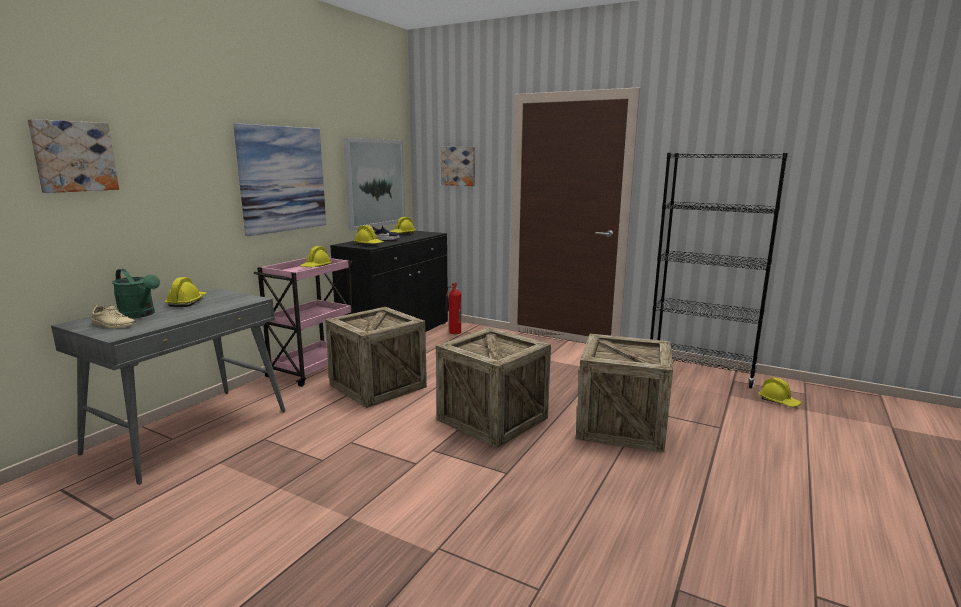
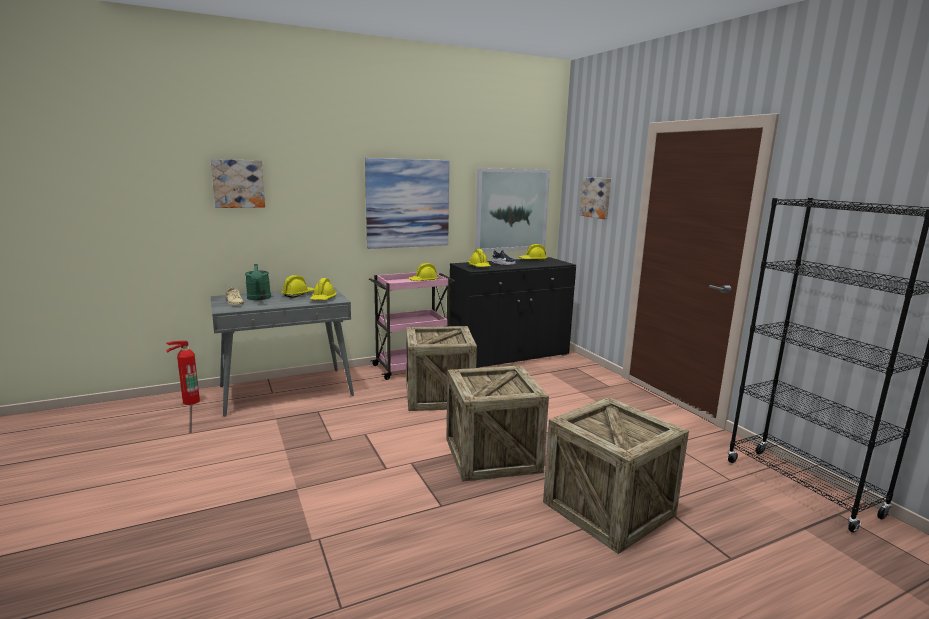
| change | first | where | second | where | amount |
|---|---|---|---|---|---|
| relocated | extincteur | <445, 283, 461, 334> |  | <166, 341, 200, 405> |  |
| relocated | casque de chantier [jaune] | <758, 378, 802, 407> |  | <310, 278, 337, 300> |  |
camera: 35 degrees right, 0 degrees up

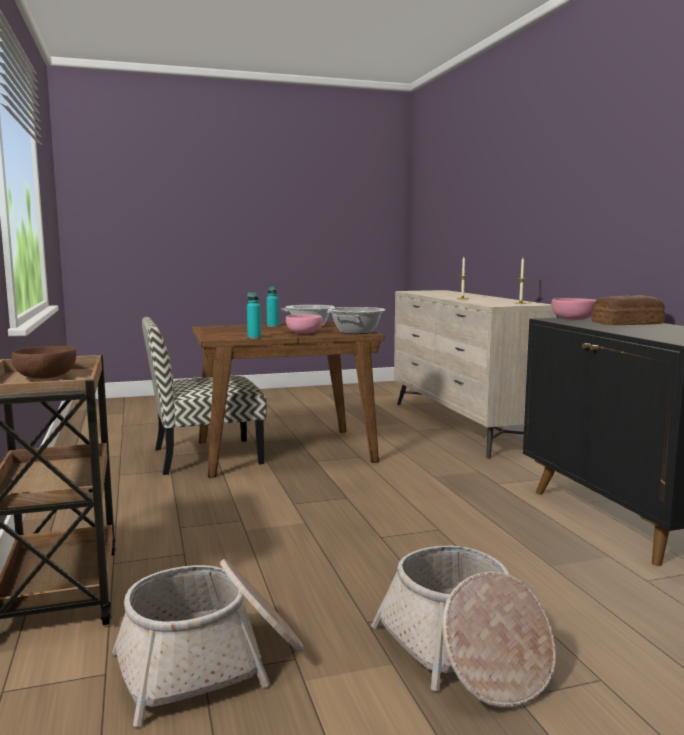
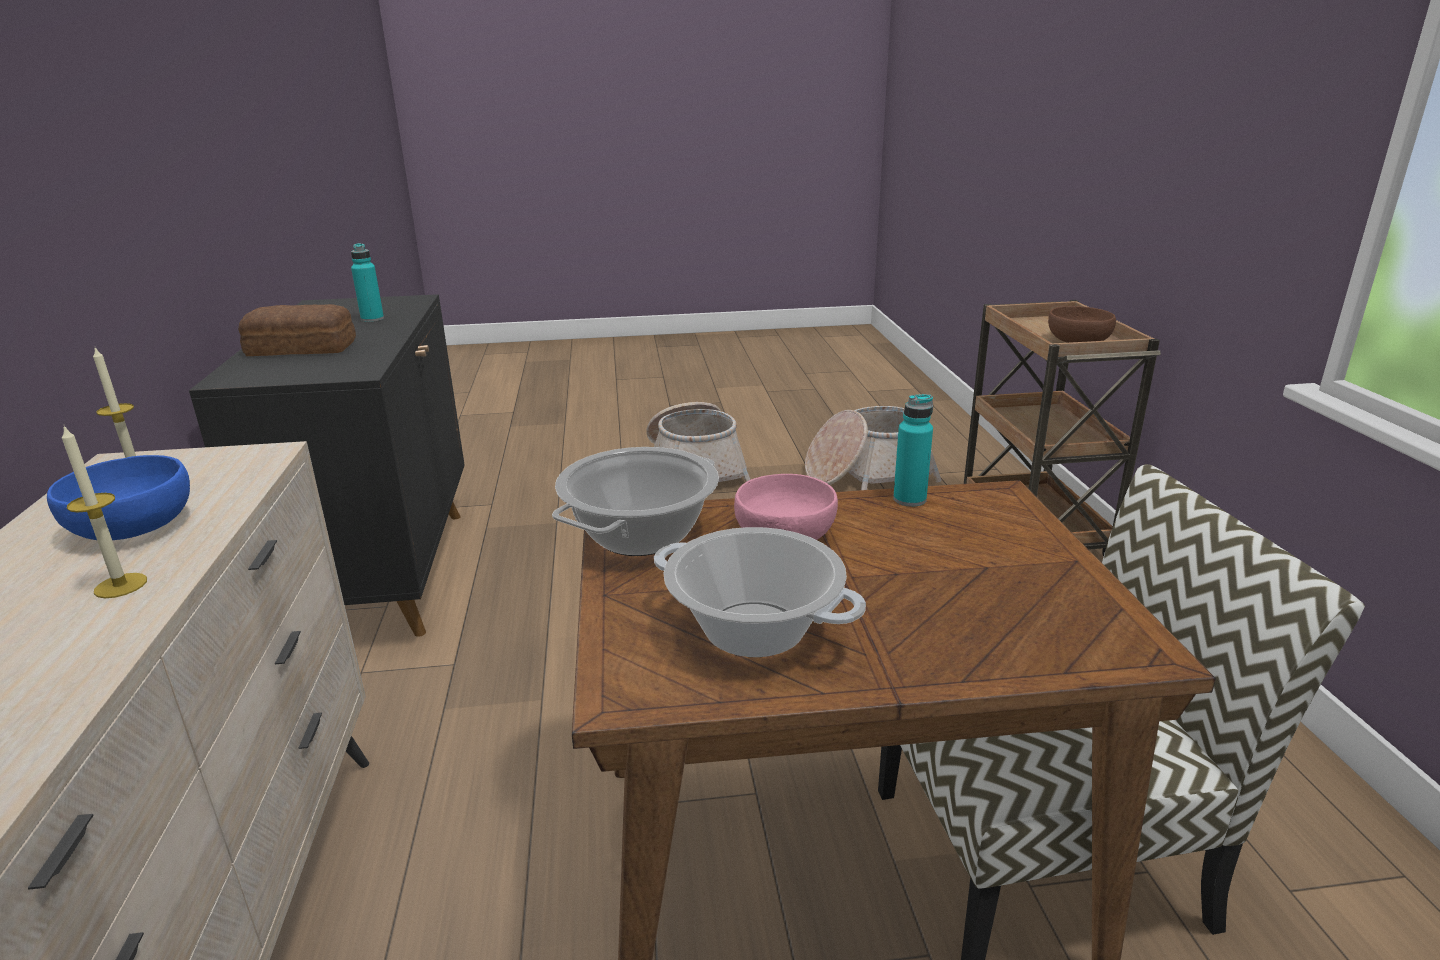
| change | first | where | second | where | amount |
|---|---|---|---|---|---|
| relocated | bouteille [turquoise] | <266, 287, 279, 327> |  | <351, 243, 384, 322> |  |
| missing | bol [rose] | <552, 298, 596, 320> |  |  |  |
| appeared |  |  | bol [bleu] | <47, 455, 190, 540> |  |
camera: 170 degrees left, 15 degrees up

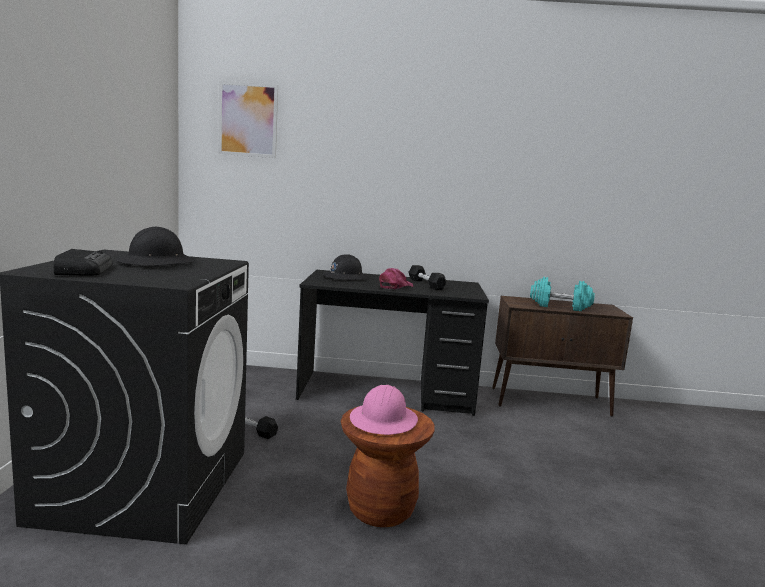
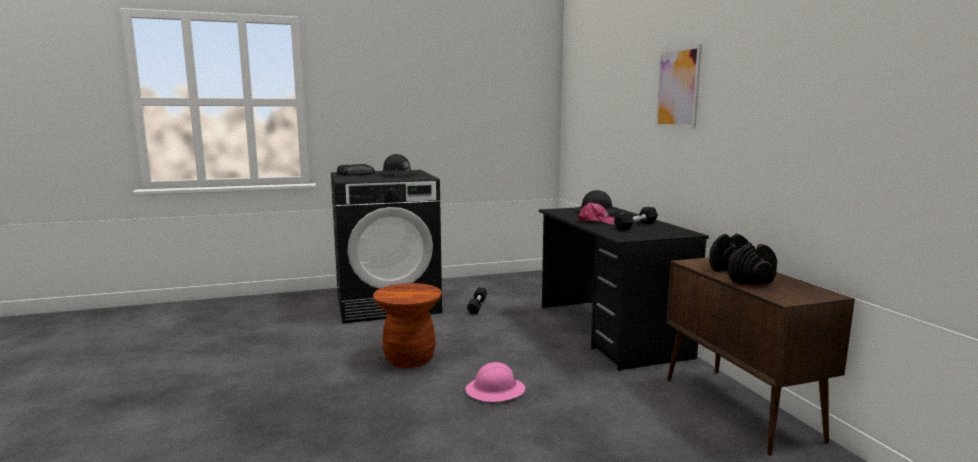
| change | first | where | second | where | amount |
|---|---|---|---|---|---|
| relocated | tableau | <218, 81, 278, 158> |  | <655, 44, 702, 129> |  |
| relocated | casque de chantier [rose] | <350, 385, 418, 435> |  | <465, 362, 525, 402> |  |
| colour | haltère [turquoise] | <530, 277, 595, 311> | haltère [noir] | <709, 234, 777, 284> |  |
camera: 70 degrees right, 0 degrees up

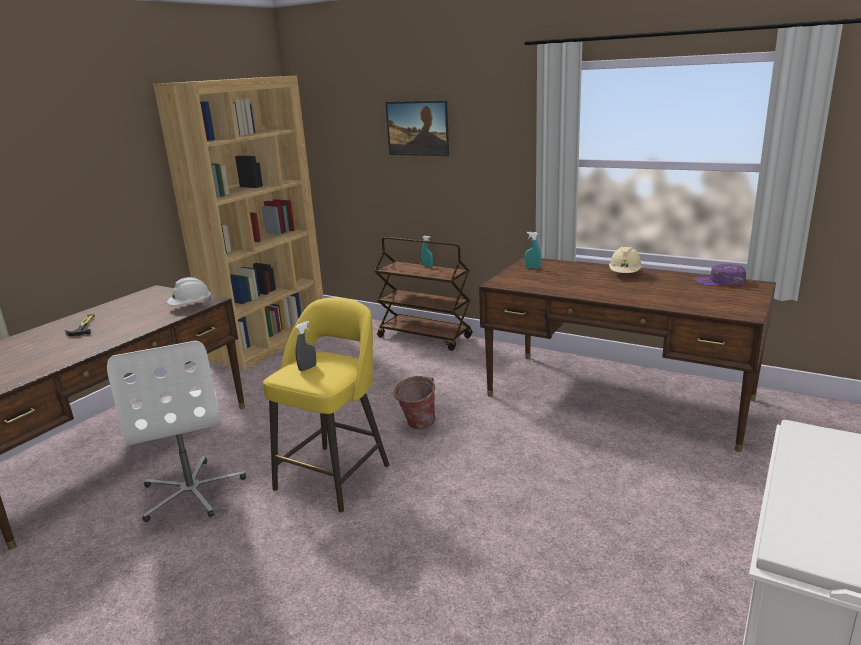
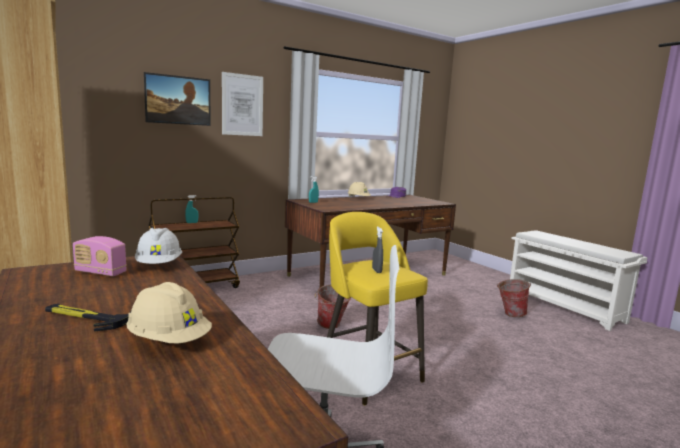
| change | first | where | second | where | amount |
|---|---|---|---|---|---|
| appeared |  |  | radio | <73, 236, 127, 276> |  |
| appeared |  |  | casque de chantier [beige] | <126, 282, 212, 343> |  |
| appeared |  |  | tableau | <222, 72, 263, 136> |  |
| appeared |  |  | seau | <497, 279, 531, 317> |  |
camera: 65 degrees left, 10 degrees down

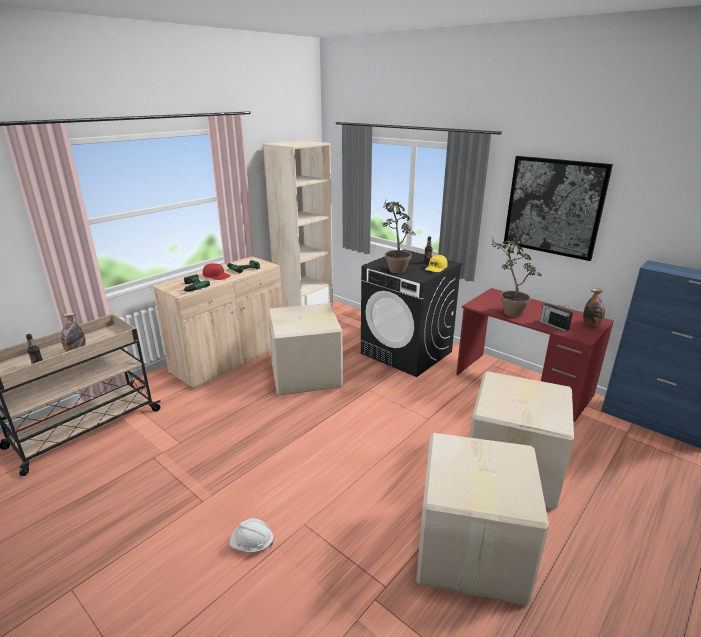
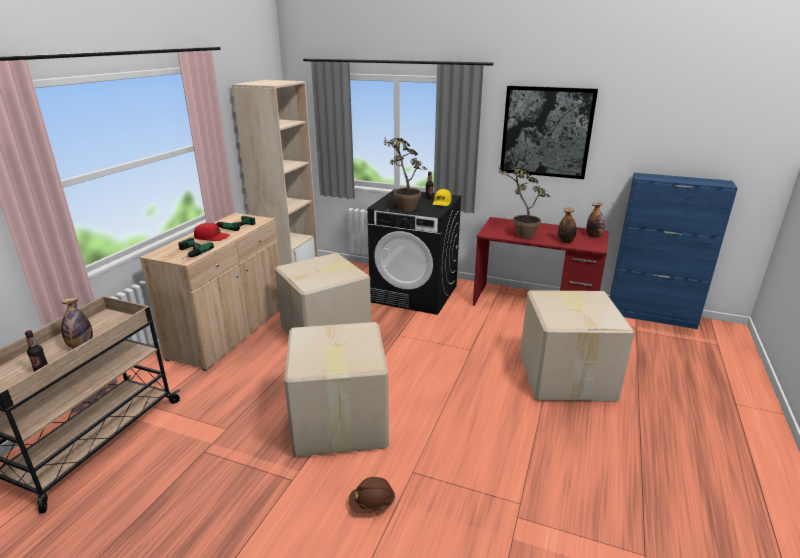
| change | first | where | second | where | amount |
|---|---|---|---|---|---|
| colour | casque de chantier [blanc] | <230, 518, 274, 552> | casque de chantier [marron] | <349, 477, 395, 513> |  |
| relocated | carton | <416, 433, 549, 605> |  | <284, 322, 389, 457> |  |
| exchanged | radio | <540, 303, 573, 332> | bouteille | <558, 208, 577, 243> |  |
camera: 20 degrees left, 0 degrees up

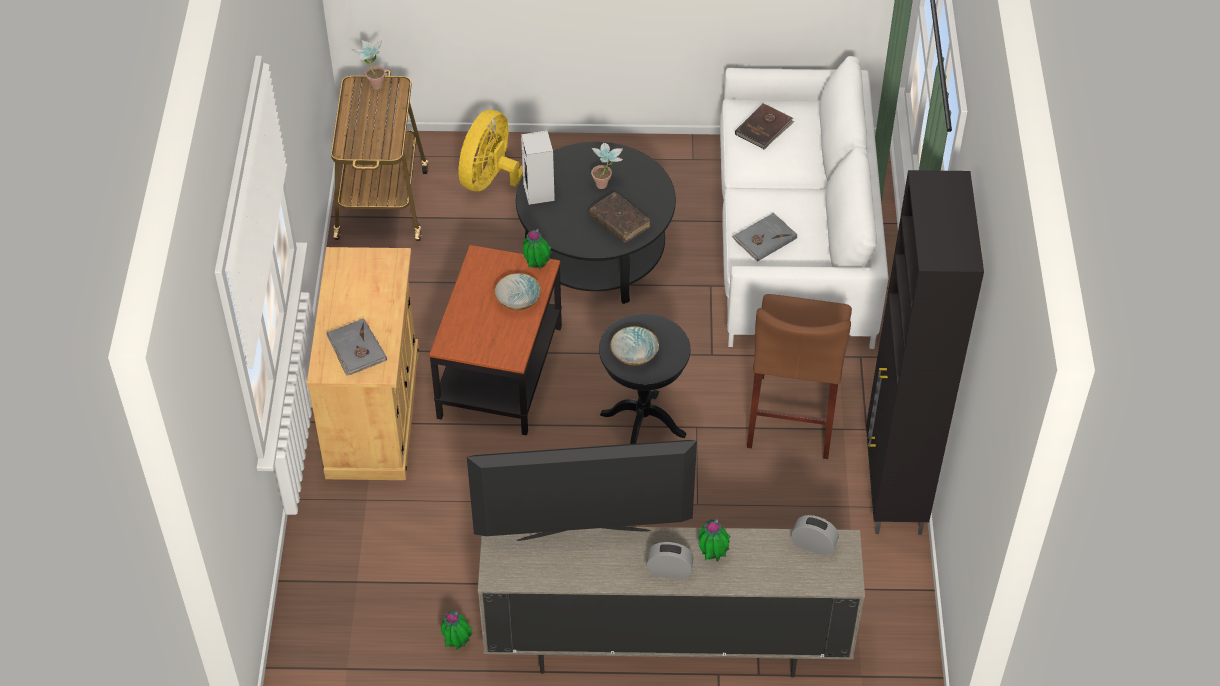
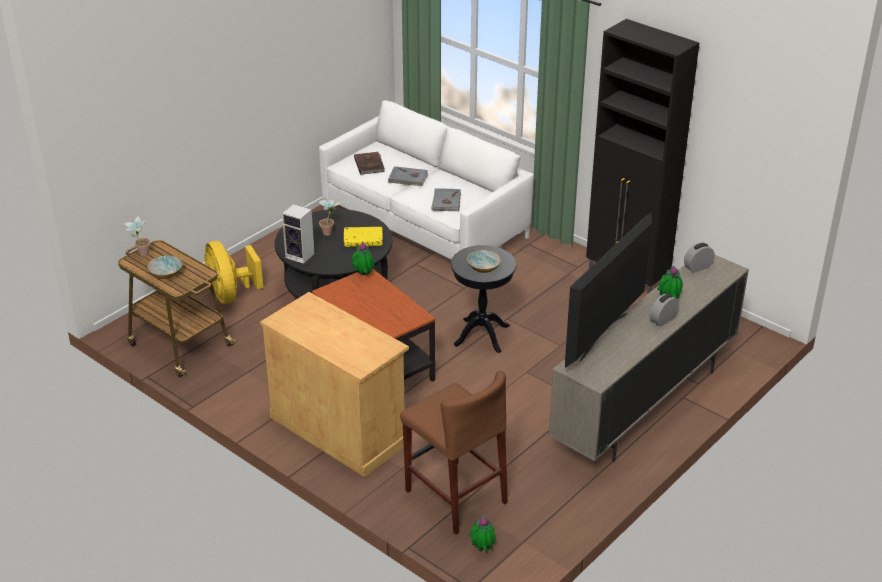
| change | first | where | second | where | amount |
|---|---|---|---|---|---|
| relocated | livre [gris] | <327, 318, 387, 376> |  | <388, 166, 428, 186> |  |
| relocated | plante en pot | <441, 610, 473, 650> |  | <469, 515, 496, 551> |  |
| relocated | bol | <494, 273, 541, 310> |  | <147, 255, 183, 279> |  |
| colour | livre [marron] | <589, 192, 650, 242> | livre [jaune] | <344, 227, 383, 247> |  |
| relocated | tabouret [marron] | <747, 294, 852, 459> |  | <400, 371, 508, 535> |  |
camera: 50 degrees left, 15 degrees down

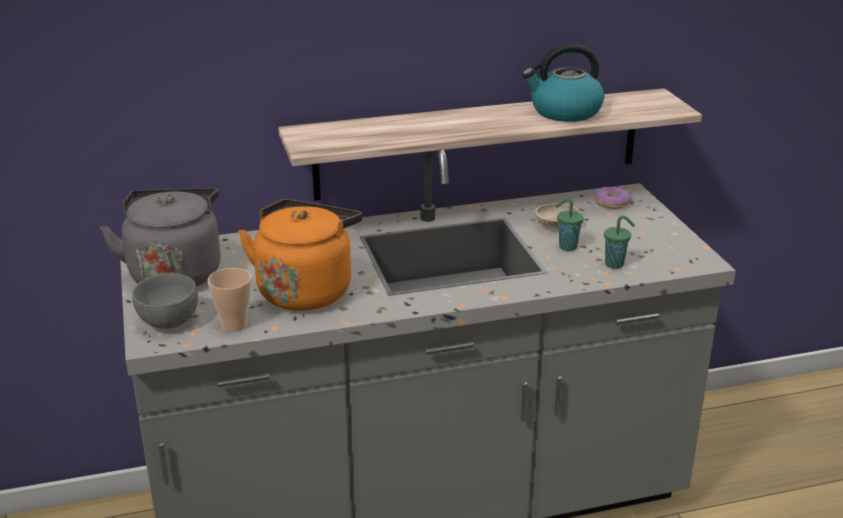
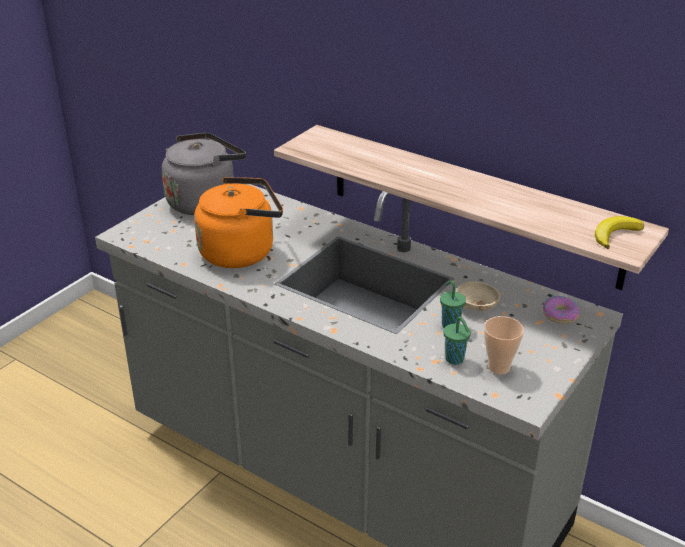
| change | first | where | second | where | amount |
|---|---|---|---|---|---|
| missing | bol [gris] | <132, 273, 198, 329> |  |  |  |
| relocated | tasse | <208, 268, 252, 332> |  | <484, 316, 524, 374> |  |
| missing | bouilloire | <522, 44, 604, 122> |  |  |  |
| appeared |  |  | banane | <595, 216, 644, 249> |  |
camera: 50 degrees right, 5 degrees up

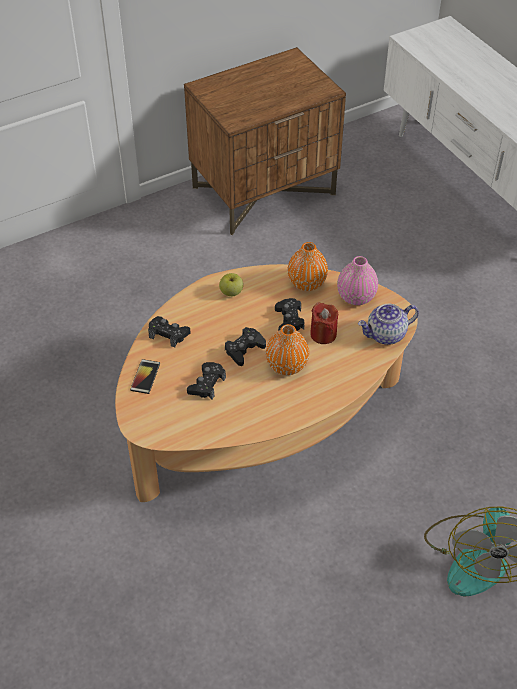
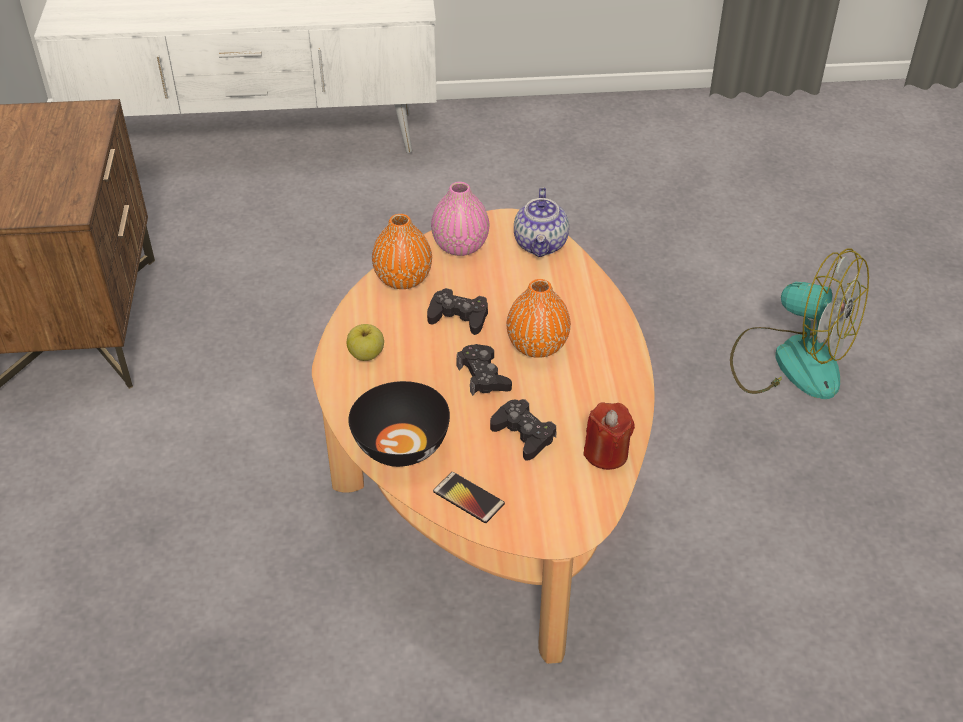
| change | first | where | second | where | amount |
|---|---|---|---|---|---|
| exchanged | manette [noir] | <148, 316, 190, 348> | bol [noir] | <348, 381, 450, 467> |  |
| relocated | bougie [rouge] | <310, 302, 338, 344> |  | <583, 403, 635, 470> |  |
camera: 65 degrees left, 5 degrees down

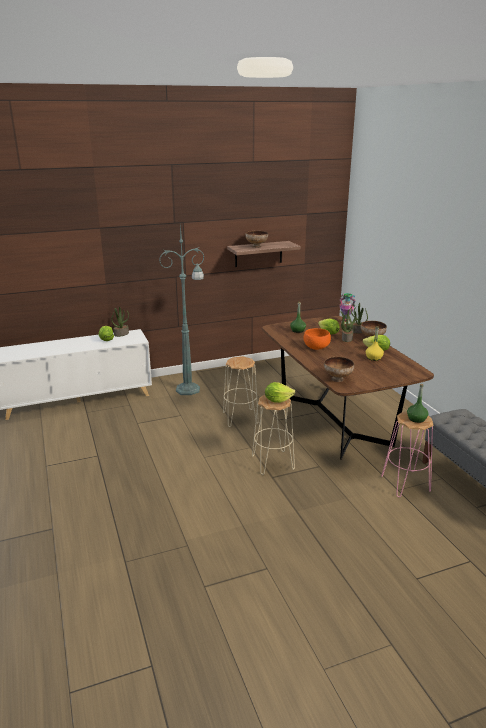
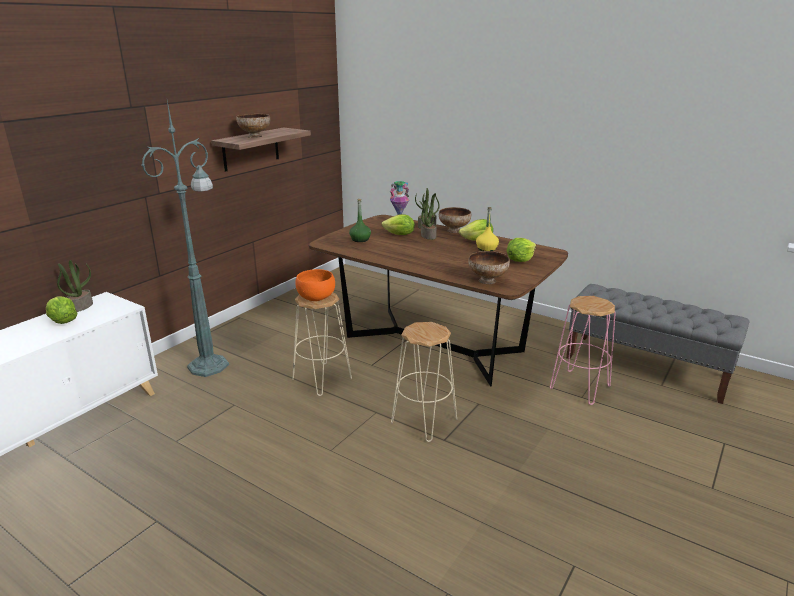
| change | first | where | second | where | amount |
|---|---|---|---|---|---|
| relocated | laitue | <265, 382, 295, 403> |  | <506, 238, 536, 262> |  |
| relocated | bol [orange] | <304, 328, 331, 350> |  | <295, 269, 335, 301> |  |
| missing | bouteille [vert] | <407, 384, 428, 423> |  |  |  |
camera: 35 degrees left, 0 degrees up

